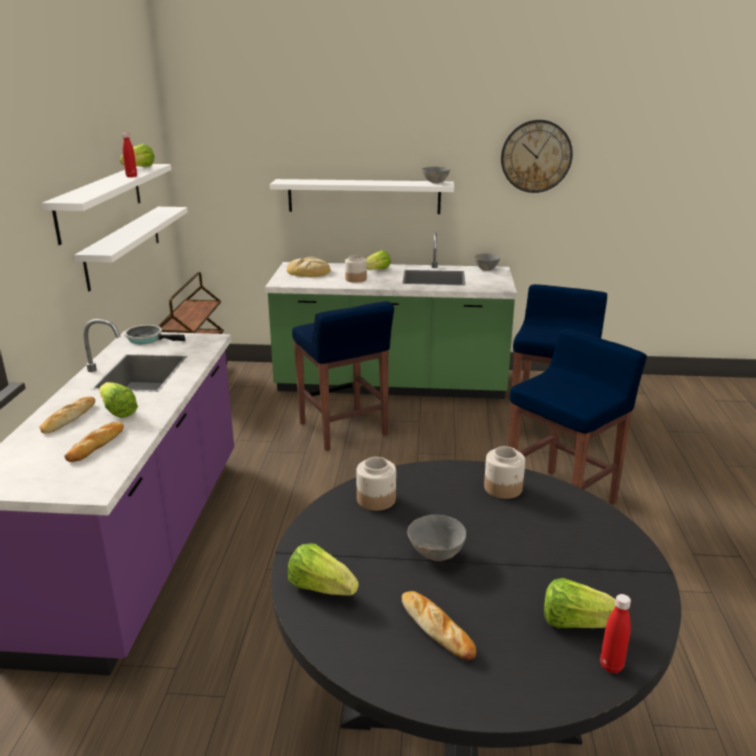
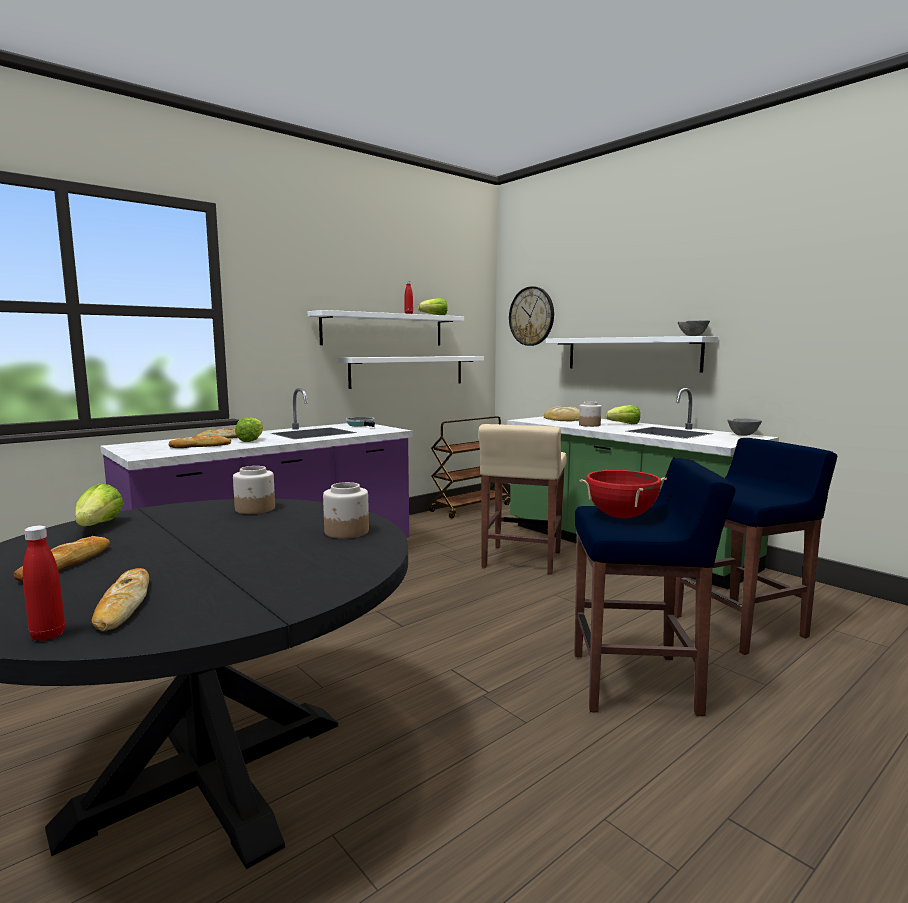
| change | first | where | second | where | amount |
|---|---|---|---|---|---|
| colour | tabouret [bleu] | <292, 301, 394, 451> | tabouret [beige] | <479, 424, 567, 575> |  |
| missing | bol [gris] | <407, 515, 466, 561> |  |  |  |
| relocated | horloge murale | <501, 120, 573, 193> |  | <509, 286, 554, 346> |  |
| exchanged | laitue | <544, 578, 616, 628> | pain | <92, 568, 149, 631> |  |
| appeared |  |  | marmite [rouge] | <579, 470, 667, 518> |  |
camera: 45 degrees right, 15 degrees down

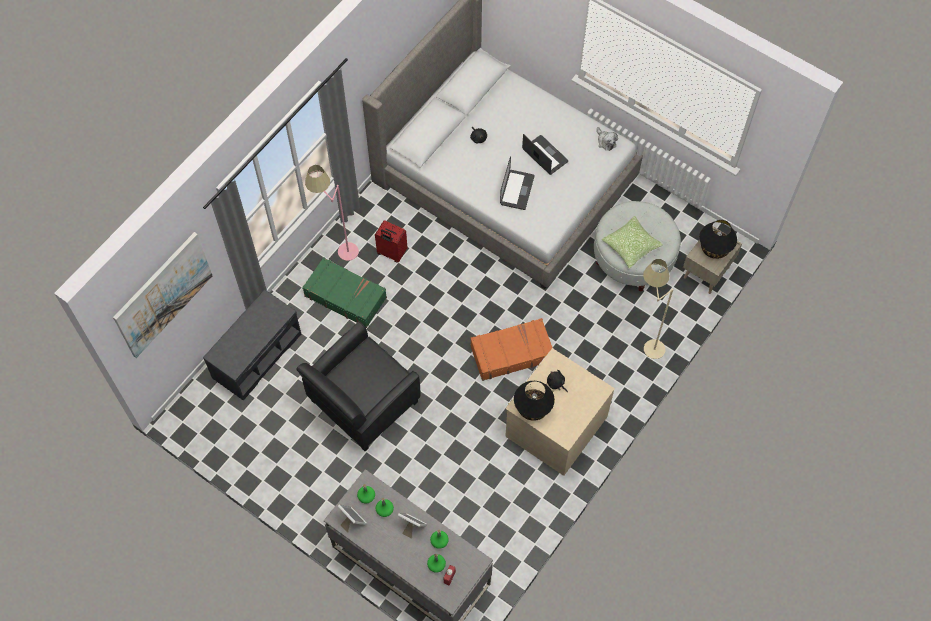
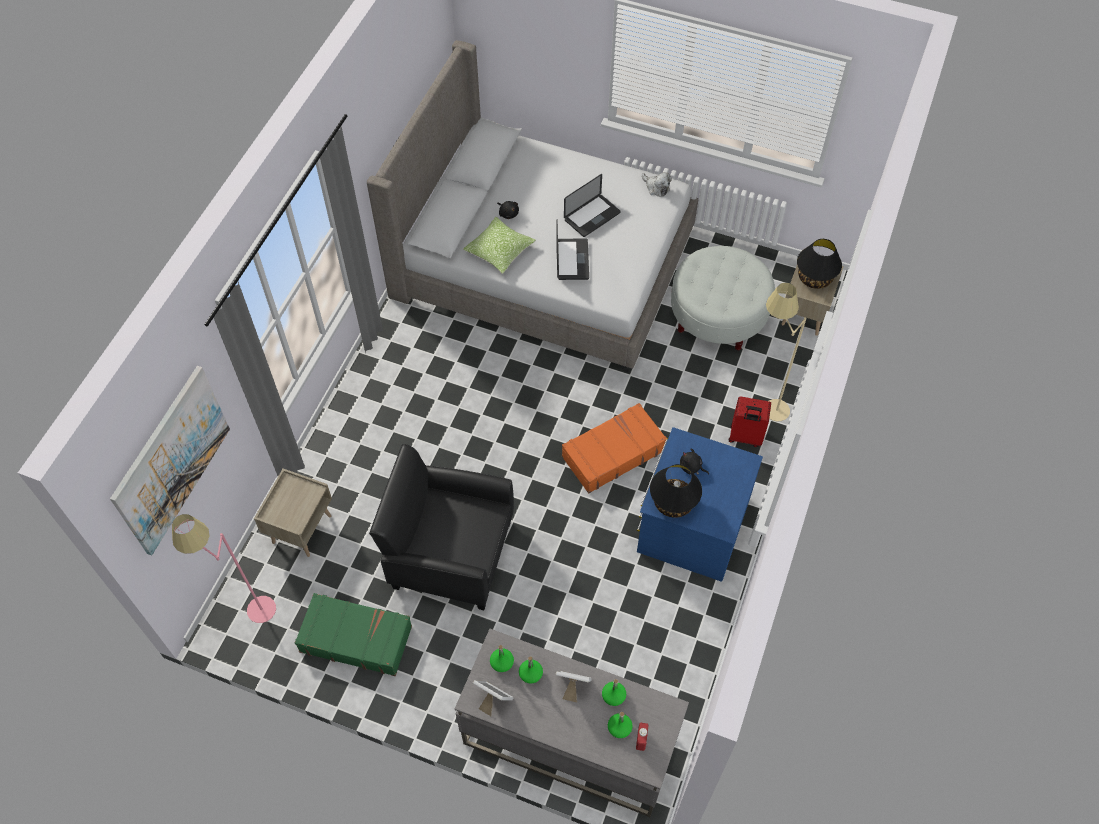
| change | first | where | second | where | amount |
|---|---|---|---|---|---|
| exchanged | banc [gris] | <203, 290, 301, 401> | table de chevet [beige] | <254, 468, 332, 557> |  |
| spun | fauteuil [noir] | <296, 322, 420, 451> |  | <369, 444, 514, 610> | 75 degrees clockwise |
| relocated | valise [vert] | <302, 257, 387, 328> |  | <295, 593, 412, 676> |  |
| relocated | lampadaire [rose] | <305, 165, 359, 261> |  | <172, 514, 276, 623> |  |
| relocated | valise [rouge] | <375, 220, 407, 263> |  | <729, 396, 771, 447> |  |
| colour | commode [beige] | <505, 348, 615, 476> | commode [bleu] | <637, 427, 763, 582> |  |
| spun | ordinateur portable | <522, 134, 568, 175> |  | <564, 174, 621, 237> | 105 degrees clockwise |
| relocated | coussin | <602, 216, 663, 269> |  | <463, 217, 536, 274> |  |
camera: 15 degrees left, 5 degrees down

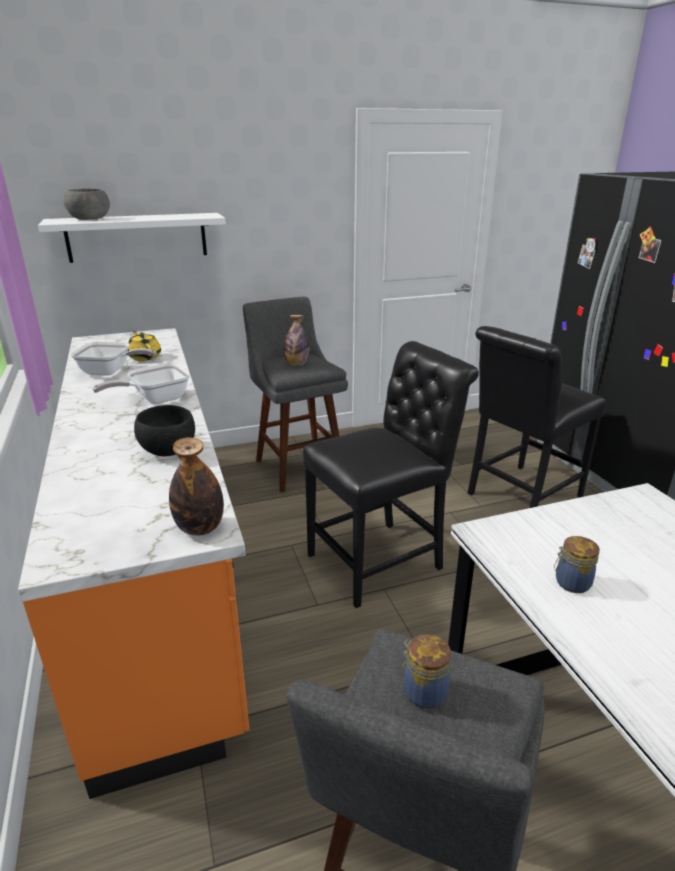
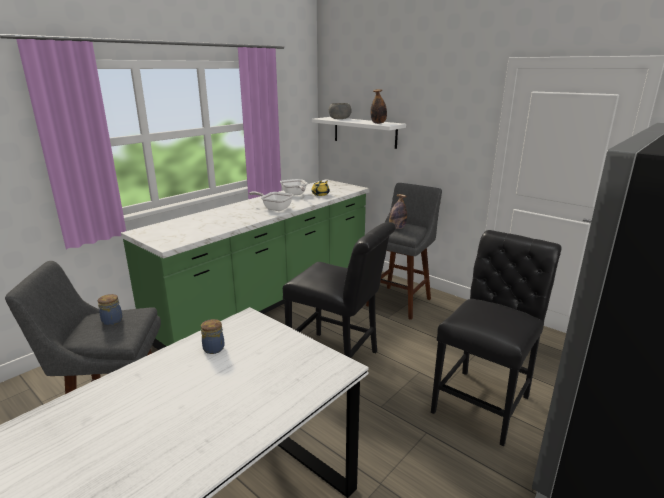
| change | first | where | second | where | amount |
|---|---|---|---|---|---|
| colour | comptoir de cuisine [orange] | <18, 328, 249, 799> | comptoir de cuisine [vert] | <121, 179, 370, 350> |  |
| missing | bol [noir] | <134, 405, 195, 456> |  |  |  |
| relocated | bouteille | <169, 437, 224, 536> |  | <370, 89, 387, 124> |  |
| spun | chaise [noir] | <468, 326, 606, 508> |  | <431, 230, 562, 446> | 105 degrees clockwise |
camera: 60 degrees right, 5 degrees down

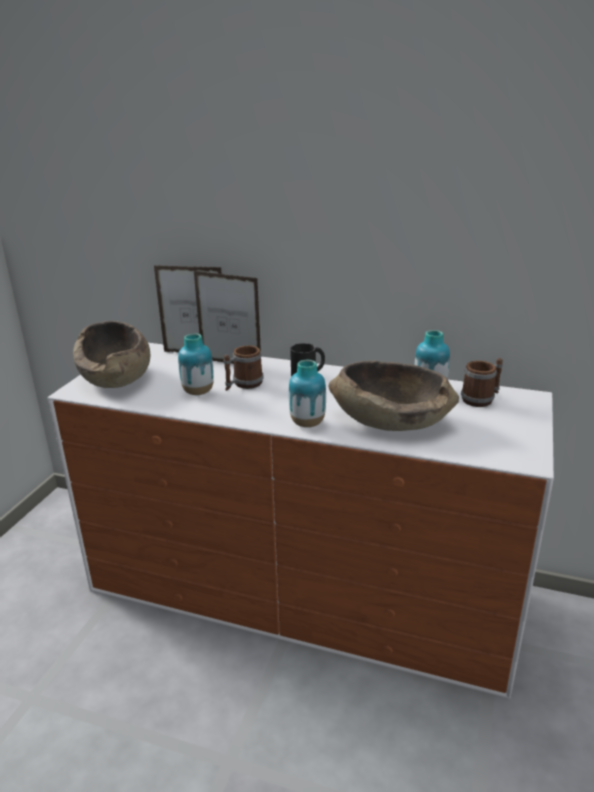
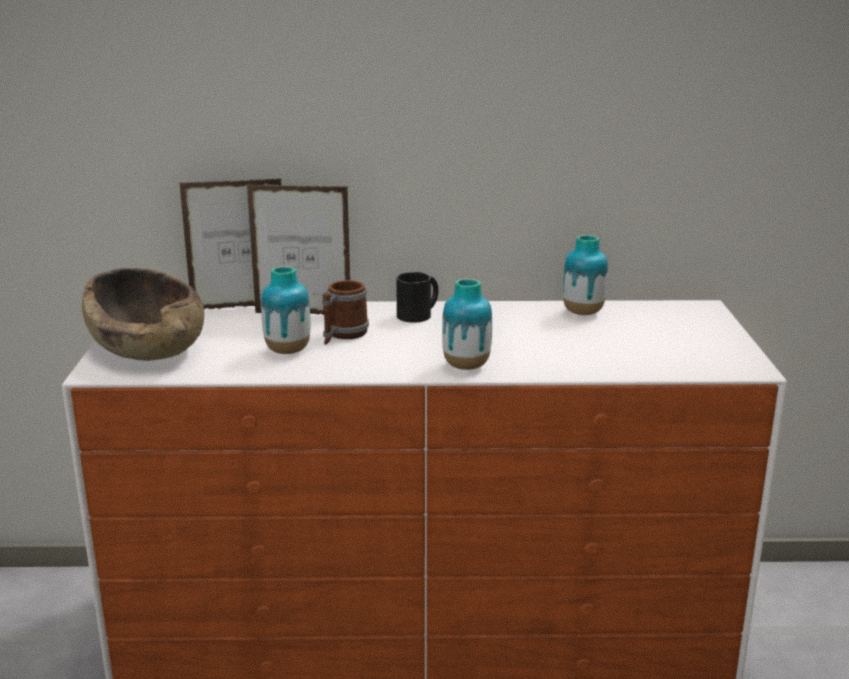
| change | first | where | second | where | amount |
|---|---|---|---|---|---|
| missing | bol [marron] | <328, 361, 459, 431> |  |  |  |
| missing | mug | <461, 358, 503, 407> |  |  |  |
camera: 20 degrees left, 5 degrees down

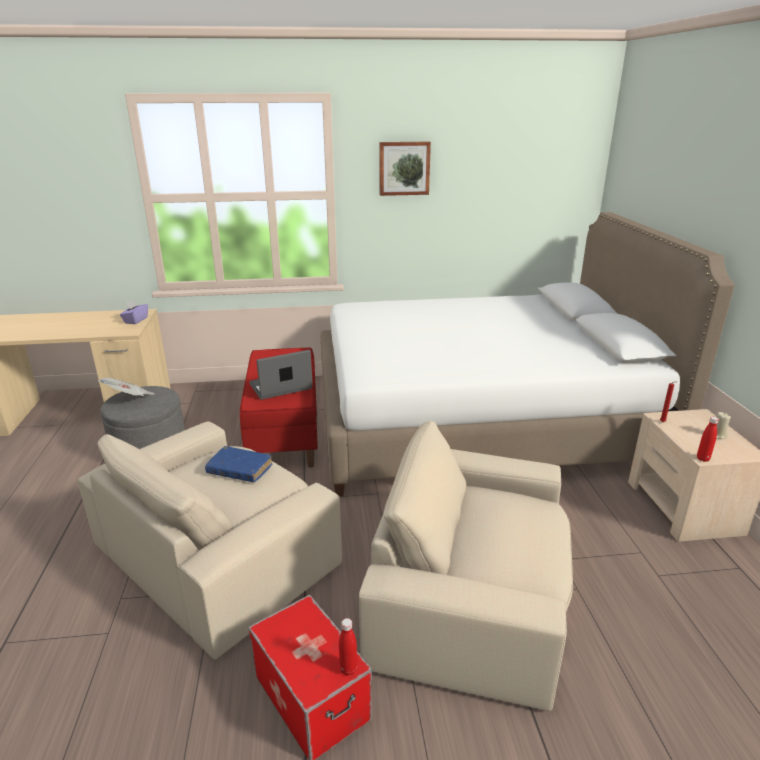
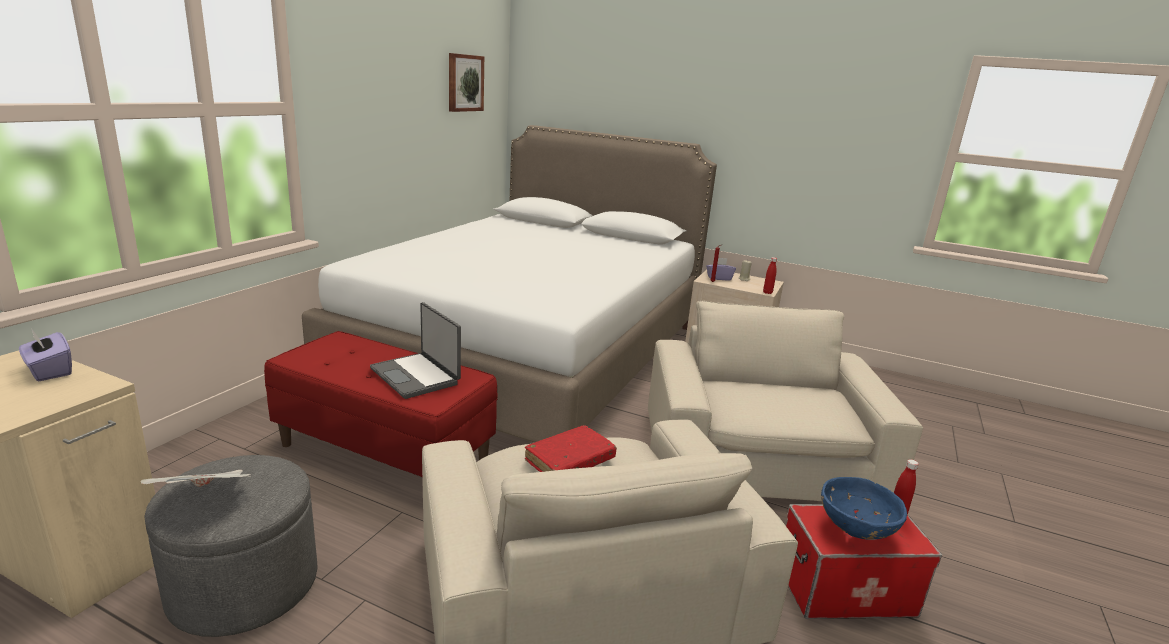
| change | first | where | second | where | amount |
|---|---|---|---|---|---|
| colour | livre [bleu] | <205, 446, 273, 482> | livre [rouge] | <525, 425, 617, 472> |  |
| spun | ordinateur portable | <250, 350, 313, 400> |  | <370, 302, 461, 399> | 45 degrees counterclockwise |
| spun | fauteuil [beige] | <359, 421, 573, 711> |  | <648, 301, 923, 501> | 135 degrees clockwise |
| relocated | tableau | <379, 142, 431, 196> |  | <449, 53, 484, 112> |  |
| appeared |  |  | boîte à mouchoirs [violet] | <706, 258, 736, 281> |  |
| appeared |  |  | bol [bleu] | <821, 477, 907, 539> |  |
camera: 60 degrees left, 5 degrees down

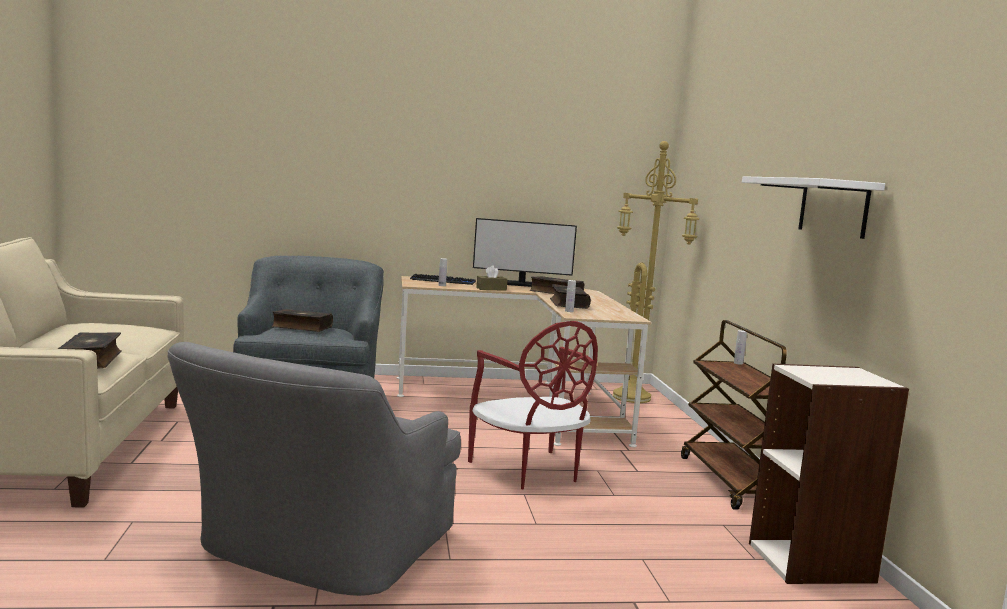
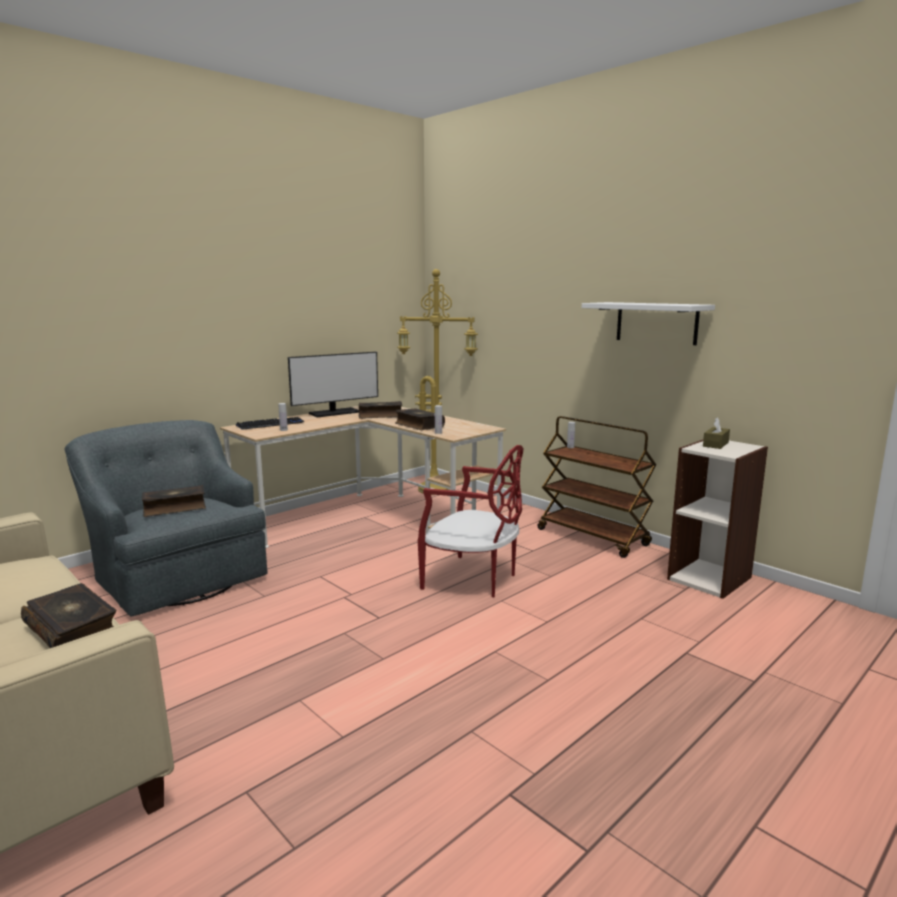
| change | first | where | second | where | amount |
|---|---|---|---|---|---|
| missing | fauteuil [gris] | <167, 342, 461, 596> |  |  |  |
| relocated | boîte à mouchoirs [marron] | <476, 266, 508, 291> |  | <703, 418, 730, 449> |  |
camera: 35 degrees left, 5 degrees up

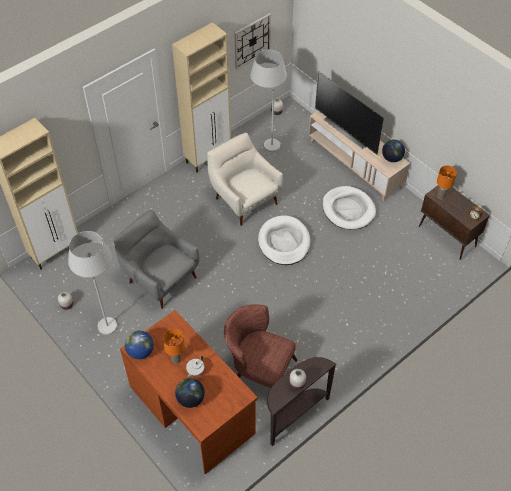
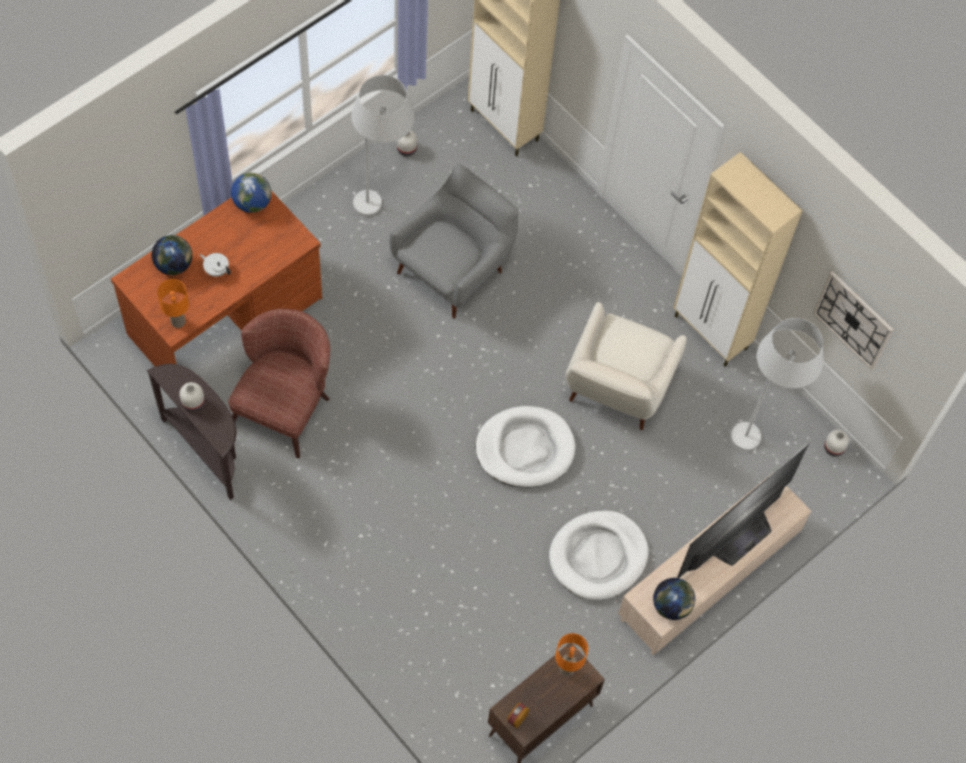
| change | first | where | second | where | amount |
|---|---|---|---|---|---|
| relocated | lampe de table [orange] | <163, 329, 185, 364> |  | <157, 279, 189, 328> |  |
| spun | fauteuil [blanc] | <207, 133, 283, 226> |  | <565, 302, 687, 430> | 150 degrees clockwise |
camera: 85 degrees right, 10 degrees up

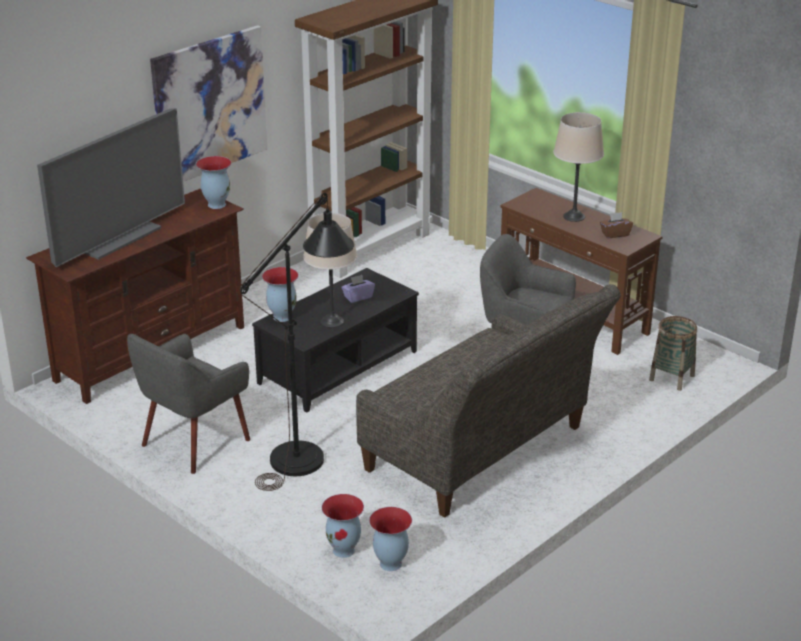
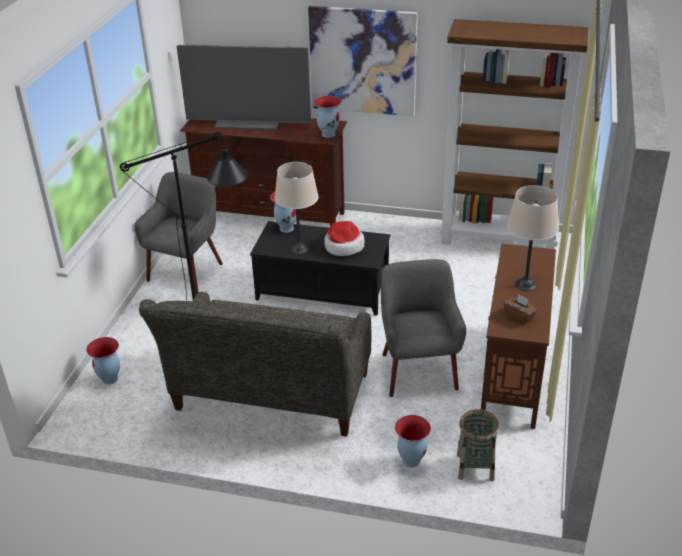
| change | first | where | second | where | amount |
|---|---|---|---|---|---|
| spun | fauteuil [gris] | <127, 334, 250, 474> |  | <134, 172, 223, 294> | 105 degrees clockwise |
| exchanged | boîte à mouchoirs [violet] | <342, 275, 375, 303> | chapeau | <324, 221, 365, 256> |  |
| relocated | vase | <369, 507, 412, 571> |  | <395, 415, 431, 468> |  |
camera: 60 degrees right, 5 degrees up

